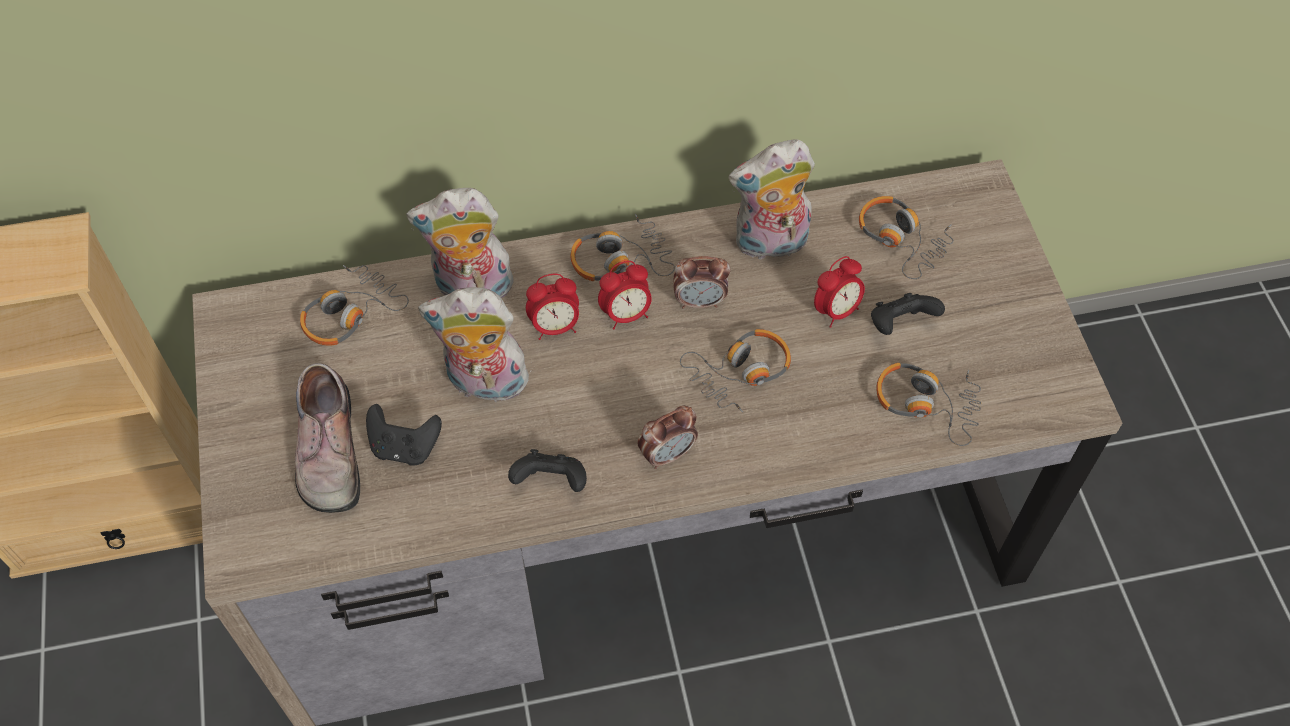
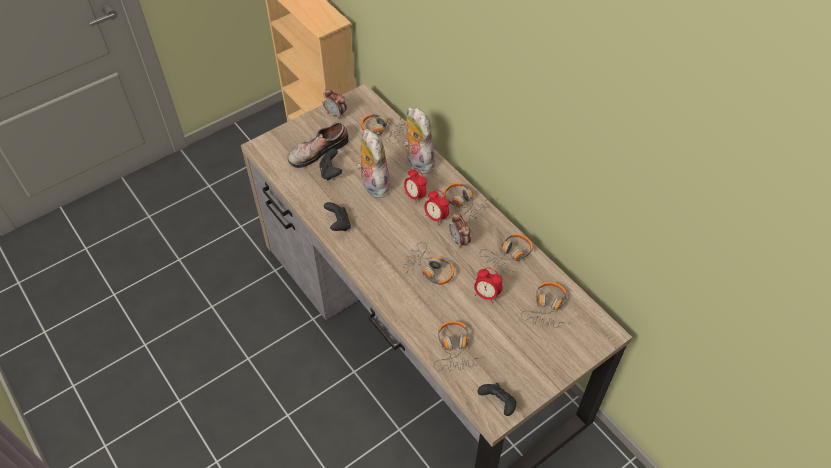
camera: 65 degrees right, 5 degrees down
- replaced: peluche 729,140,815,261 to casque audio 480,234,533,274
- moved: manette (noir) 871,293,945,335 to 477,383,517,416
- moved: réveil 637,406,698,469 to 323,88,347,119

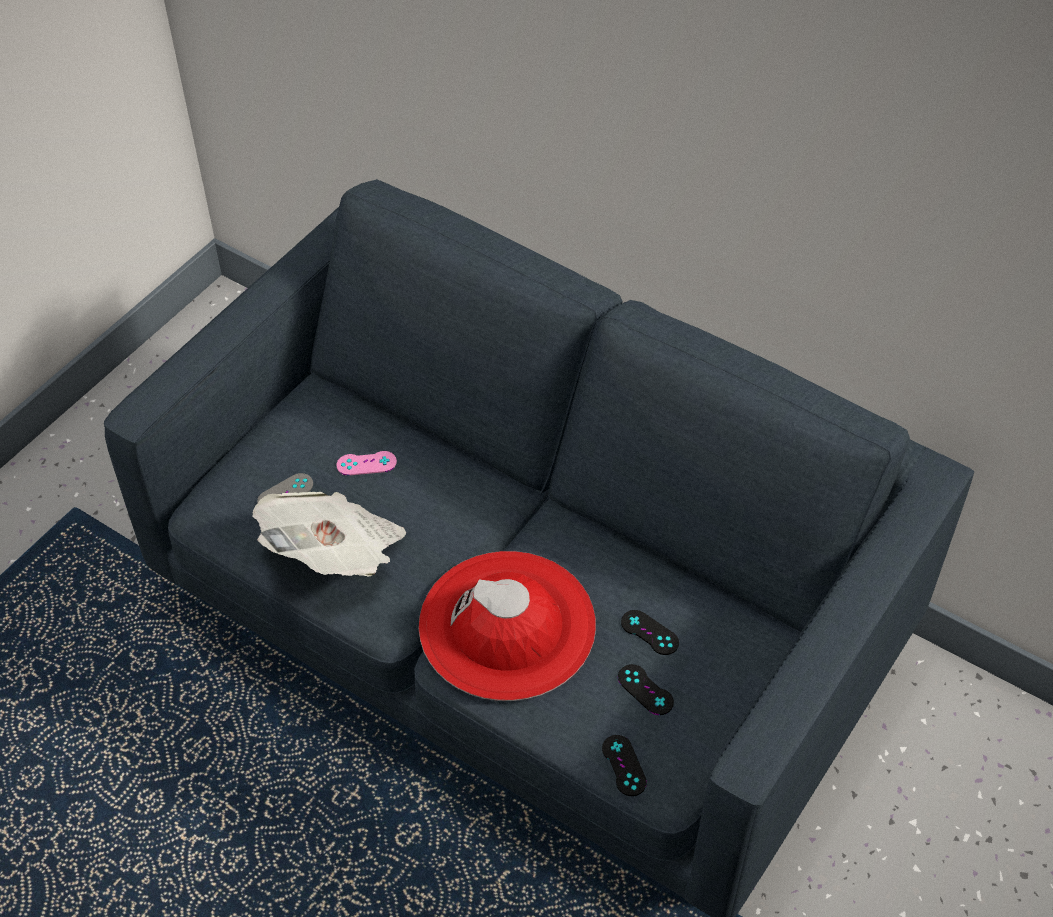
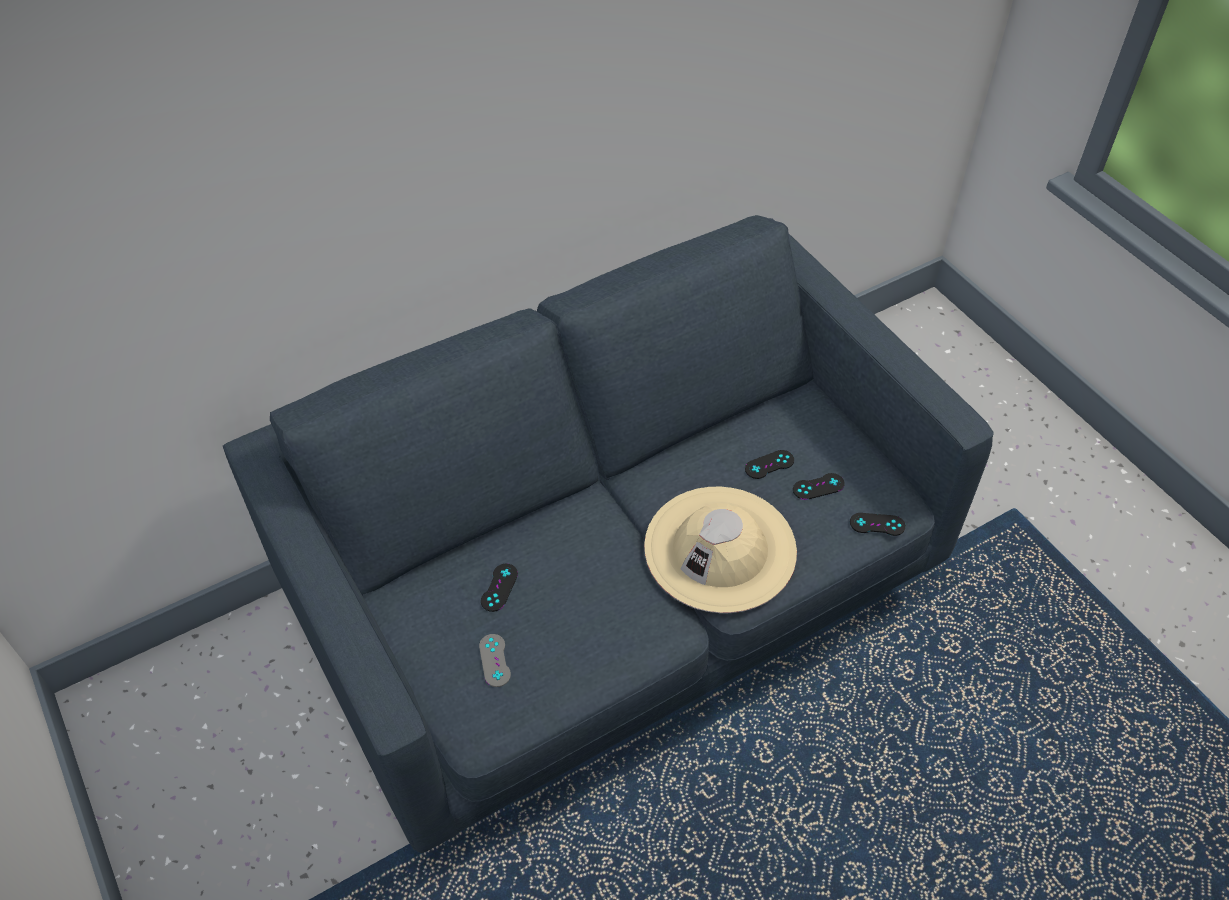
camera: 65 degrees left, 0 degrees up
- recoloured: manette (rose) 336,451,397,476 to manette (noir) 481,564,518,612
- removed: journal 252,492,406,577
- recoloured: chapeau (rouge) 419,551,596,701 to chapeau (beige) 644,487,797,613

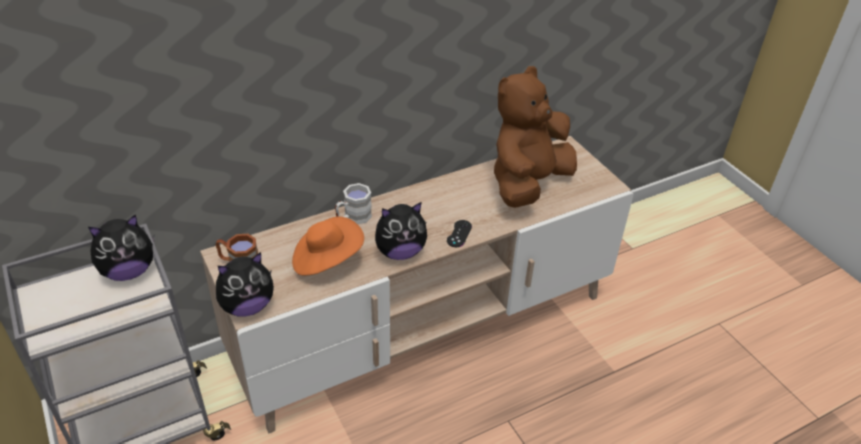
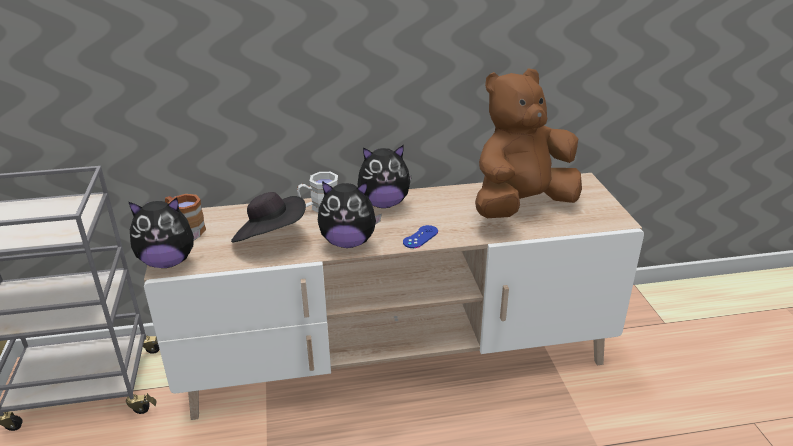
camera: 20 degrees right, 10 degrees down
- moved: peluche 88,214,155,281 to 357,145,412,208
- recoloured: chapeau (orange) 292,216,364,276 to chapeau (noir) 231,192,306,243
- recoloured: manette (noir) 447,220,472,247 to manette (bleu) 403,225,438,248

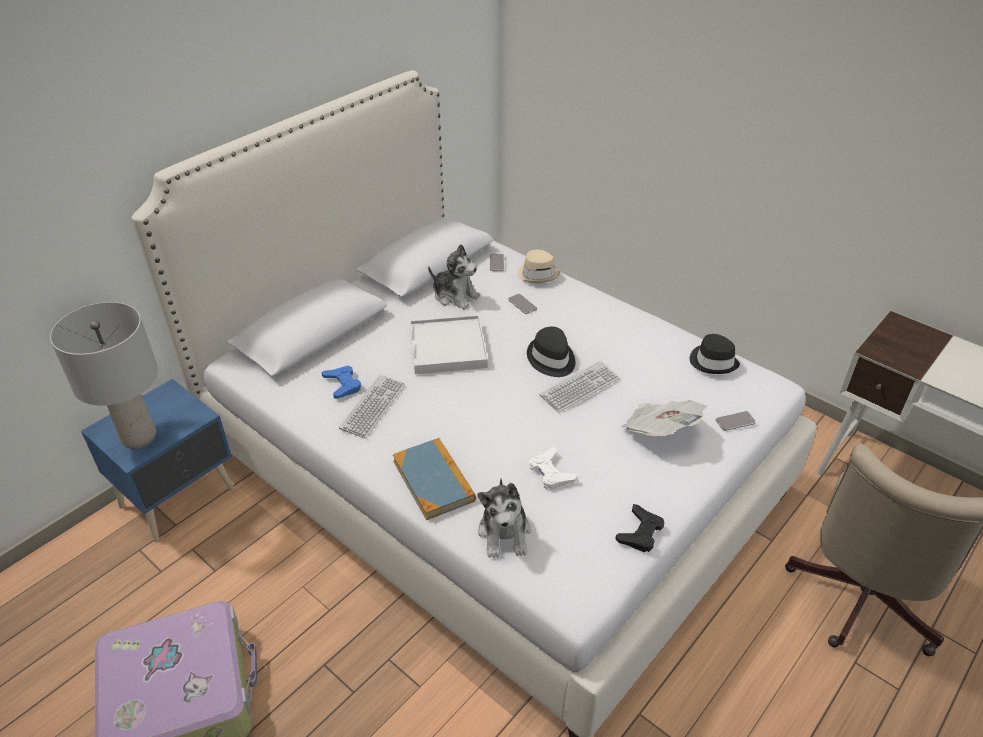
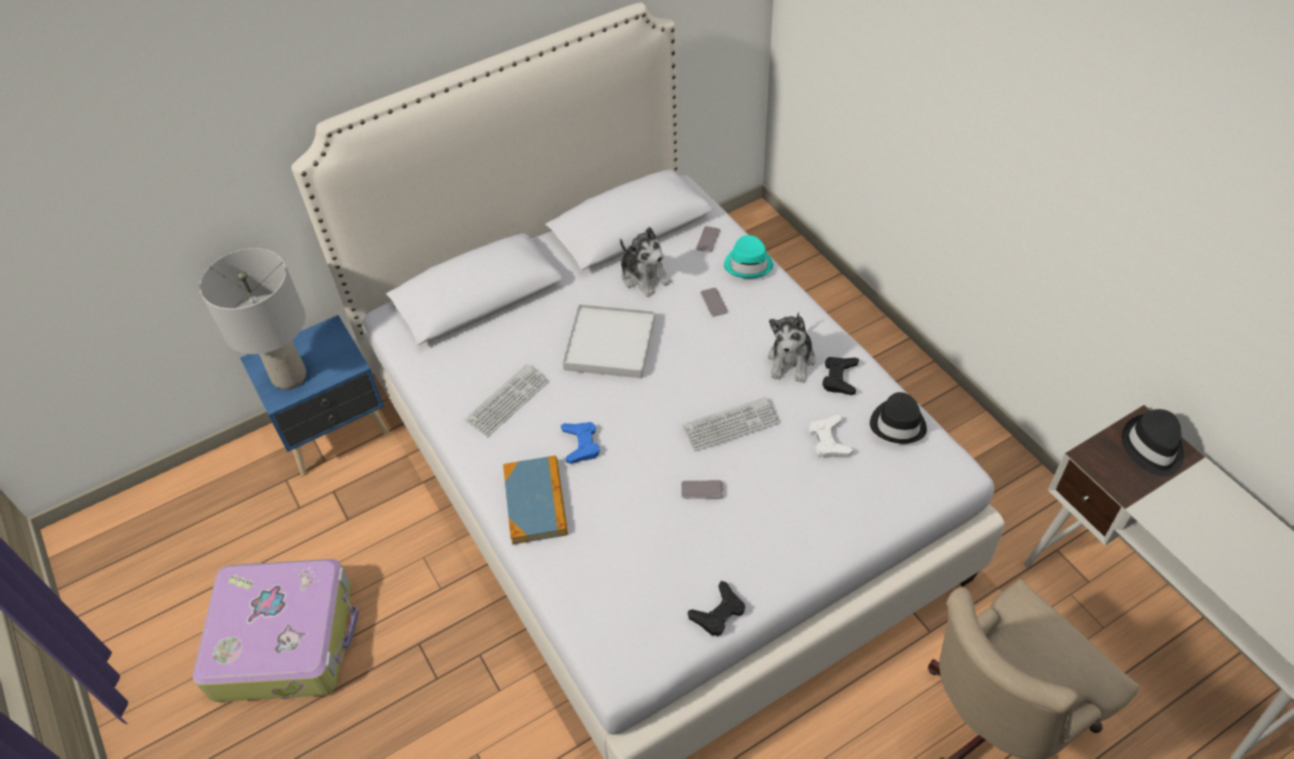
camera: 20 degrees right, 10 degrees up
- recoloured: chapeau (beige) 517,250,560,283 to chapeau (turquoise) 724,235,773,278
- moved: chapeau (noir) 527,327,576,377 to 1122,409,1184,477
- moved: manette (bleu) 321,366,361,399 to 561,422,600,464
- removed: journal 622,401,707,436
- moved: téléphone 716,411,756,431 to 681,480,723,499
- moved: manette (blanc) 530,447,578,490 to 809,415,853,458
- moved: peluche 478,478,531,558 to 768,312,816,383
- added: manette (noir) 822,357,859,395

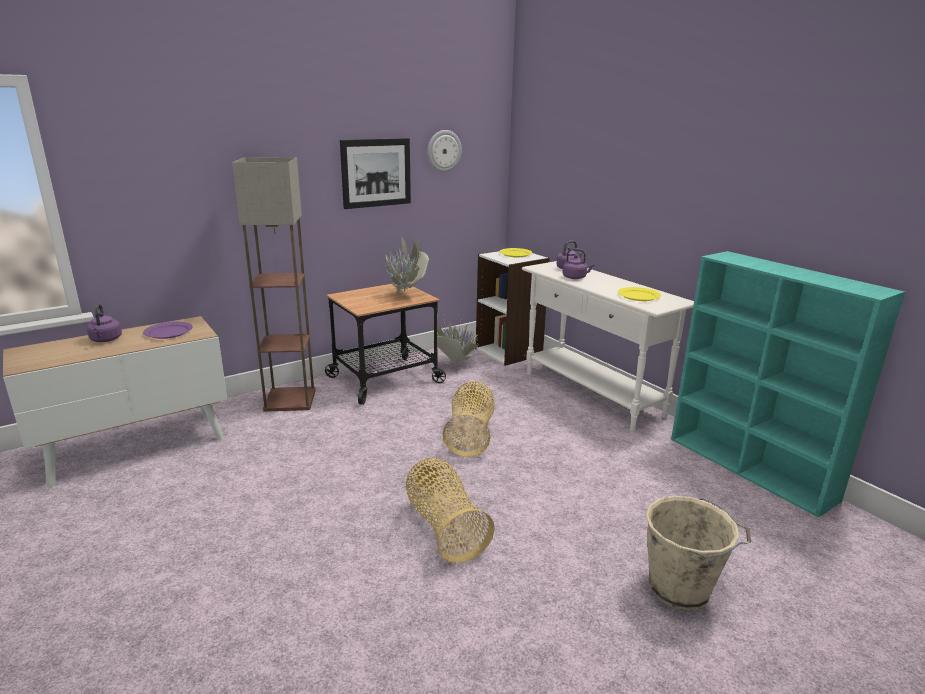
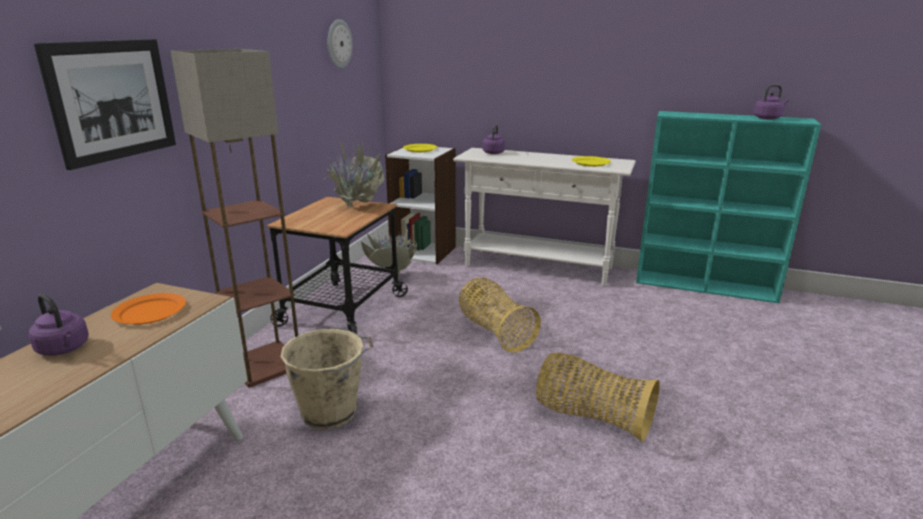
camera: 35 degrees left, 0 degrees up
- moved: tableau 340,138,411,209 to 34,39,176,170
- moved: bouilloire (violet) 562,248,595,279 to 754,84,789,119
- recoloured: assiette (violet) 143,322,193,339 to assiette (orange) 111,293,186,325
- moved: seau (beige) 646,496,751,610 to 280,327,373,430

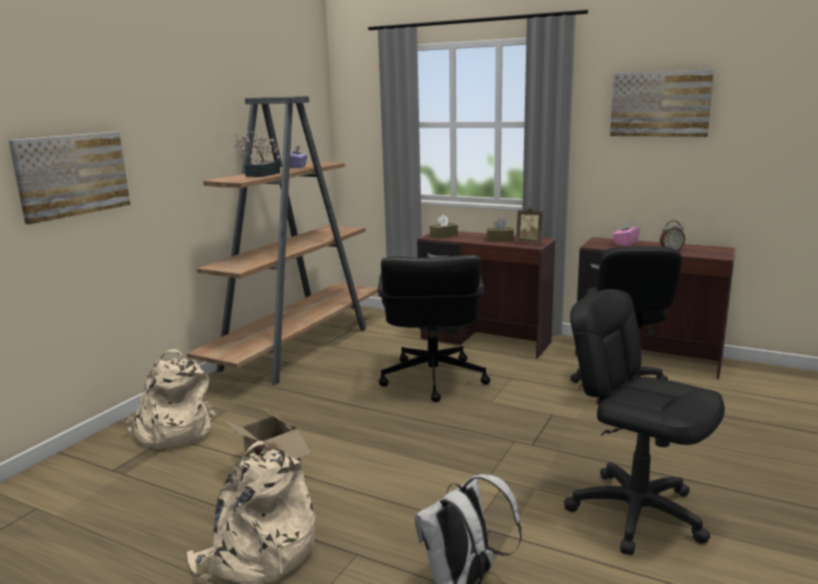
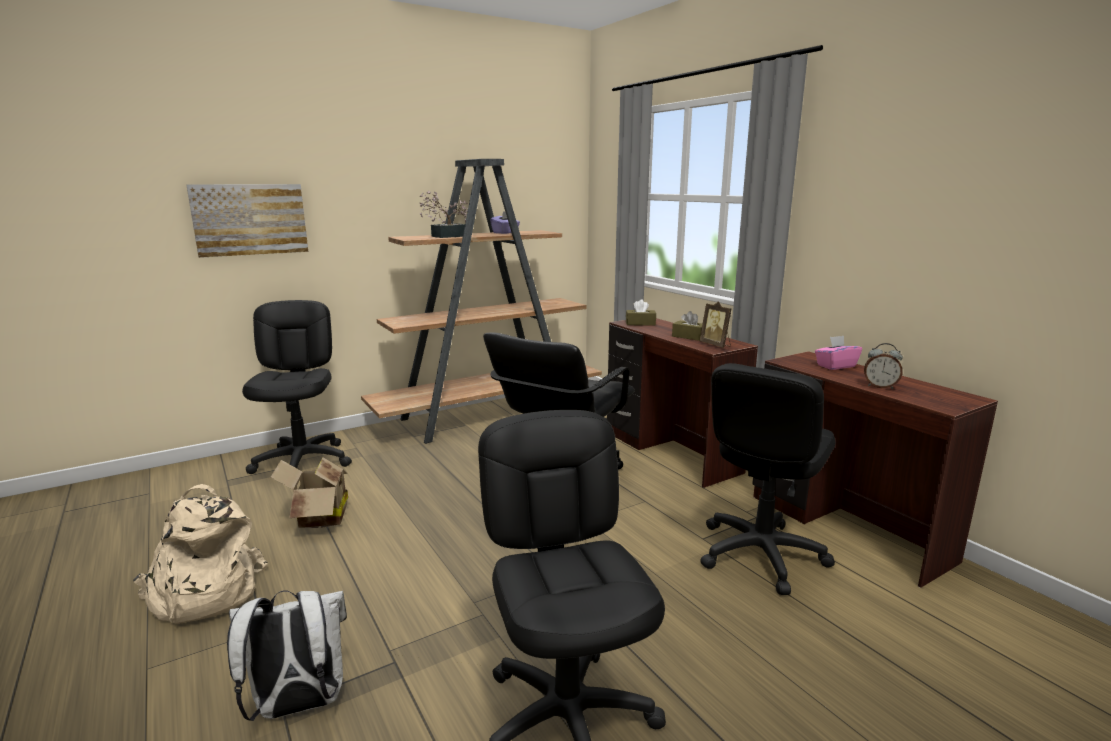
camera: 30 degrees right, 0 degrees up
- removed: tableau 610,70,714,137
- replaced: sac à dos (beige) 125,349,217,449 to chaise de bureau (noir) 242,300,352,474

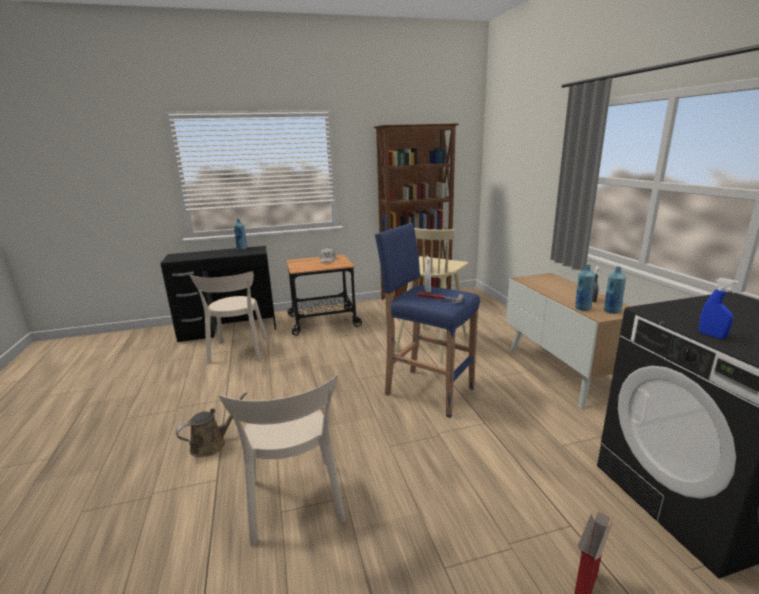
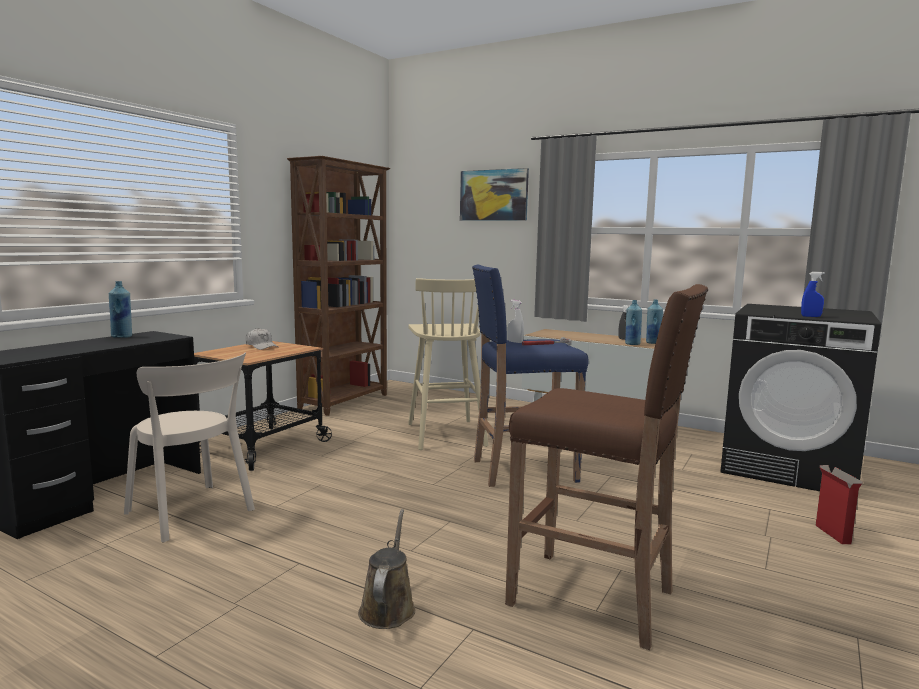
camera: 45 degrees left, 10 degrees down
- replaced: chaise (beige) 219,374,346,546 to tabouret (marron) 505,284,708,650
- added: tableau 460,168,529,221

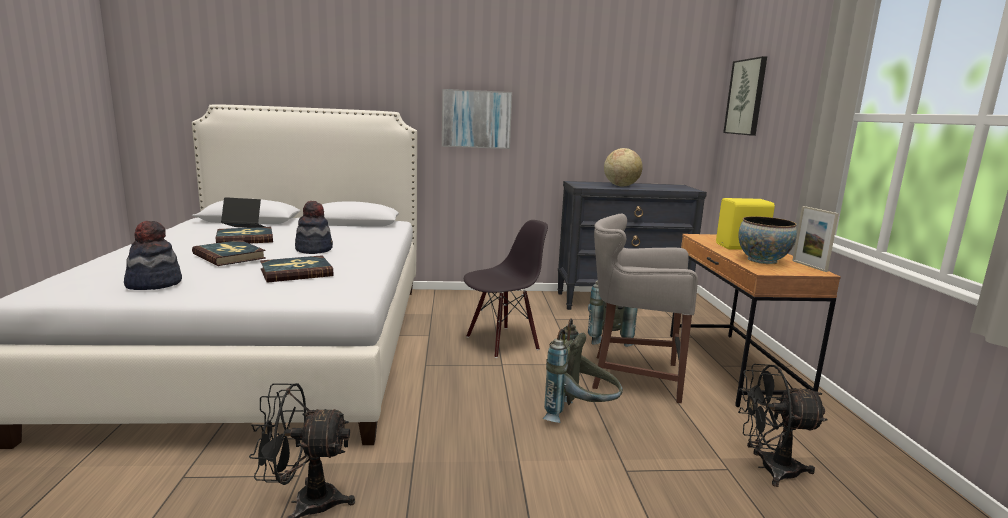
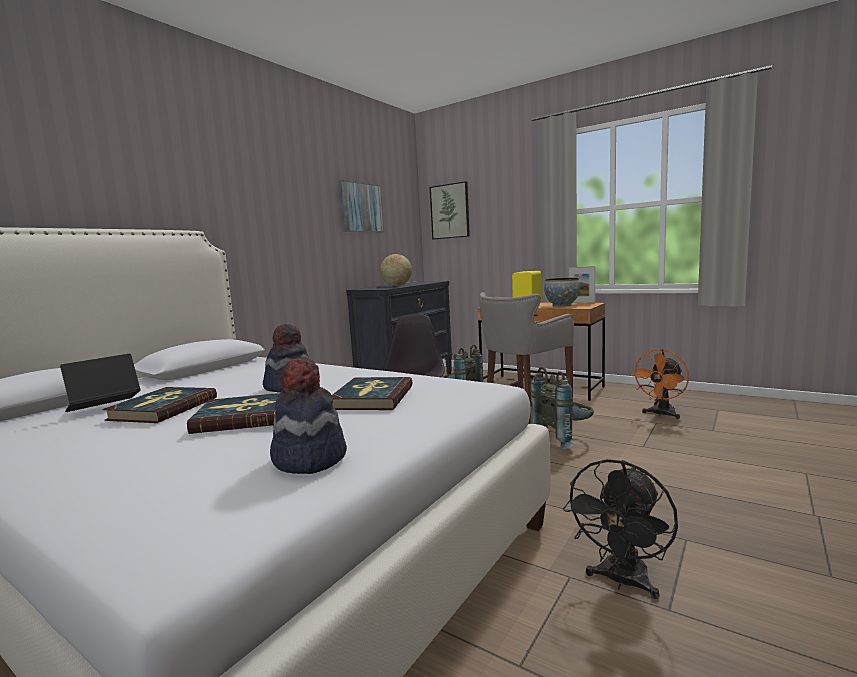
camera: 50 degrees left, 5 degrees down
- moved: tableau 442,89,512,149 to 338,180,384,232
- recoloured: ventilateur (noir) 738,364,828,487 to ventilateur (orange) 631,349,689,419

